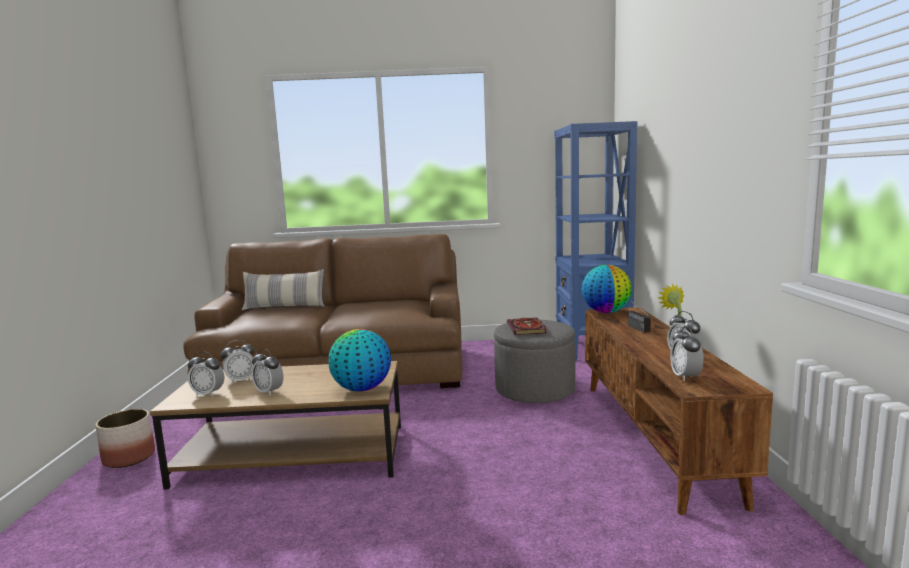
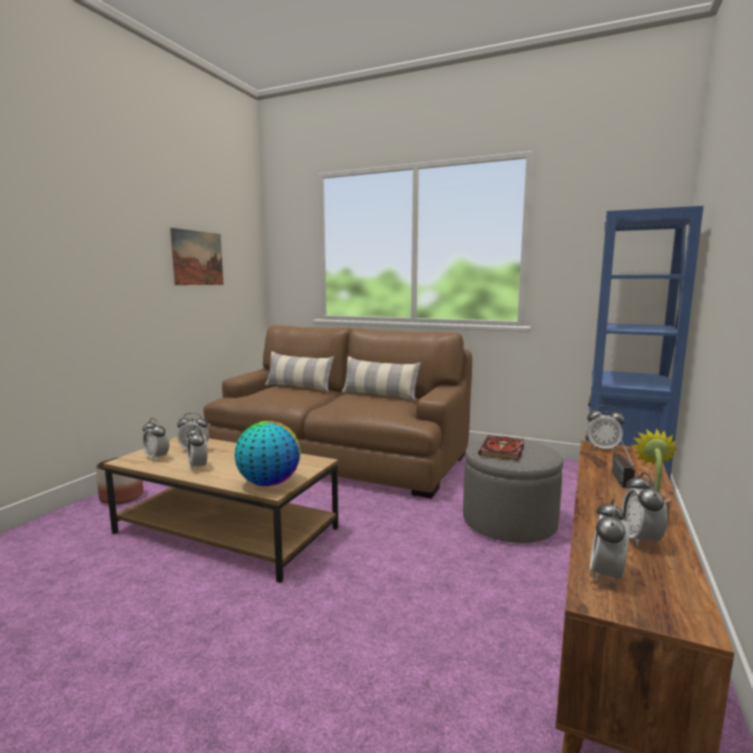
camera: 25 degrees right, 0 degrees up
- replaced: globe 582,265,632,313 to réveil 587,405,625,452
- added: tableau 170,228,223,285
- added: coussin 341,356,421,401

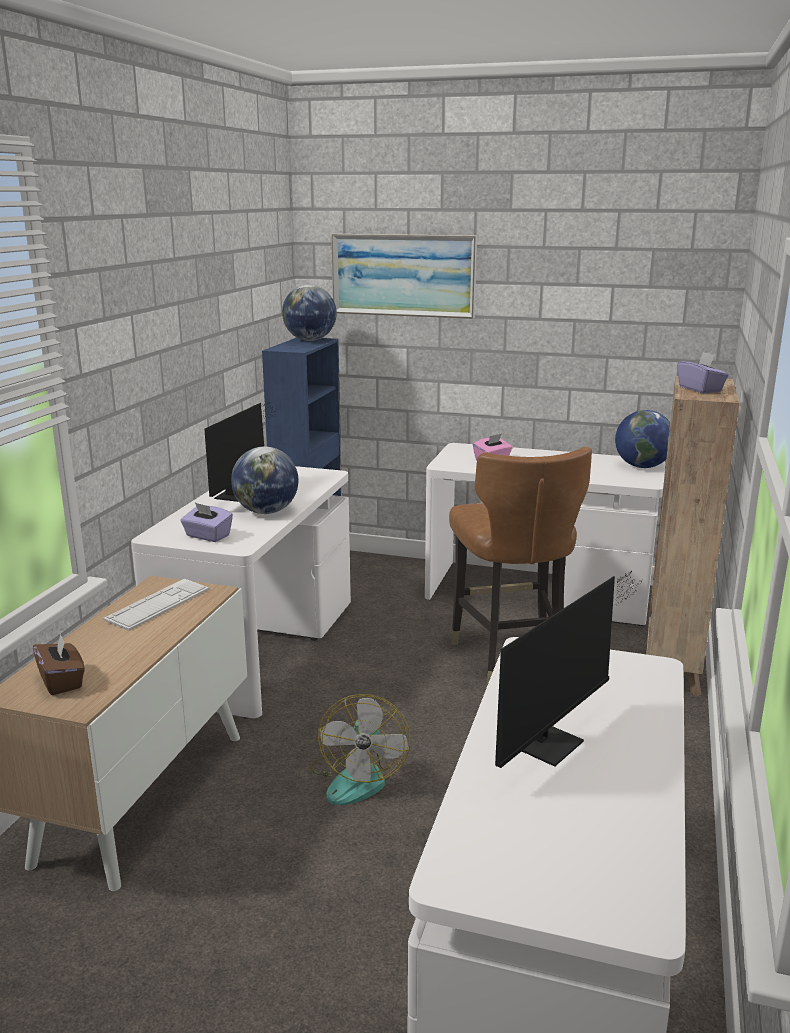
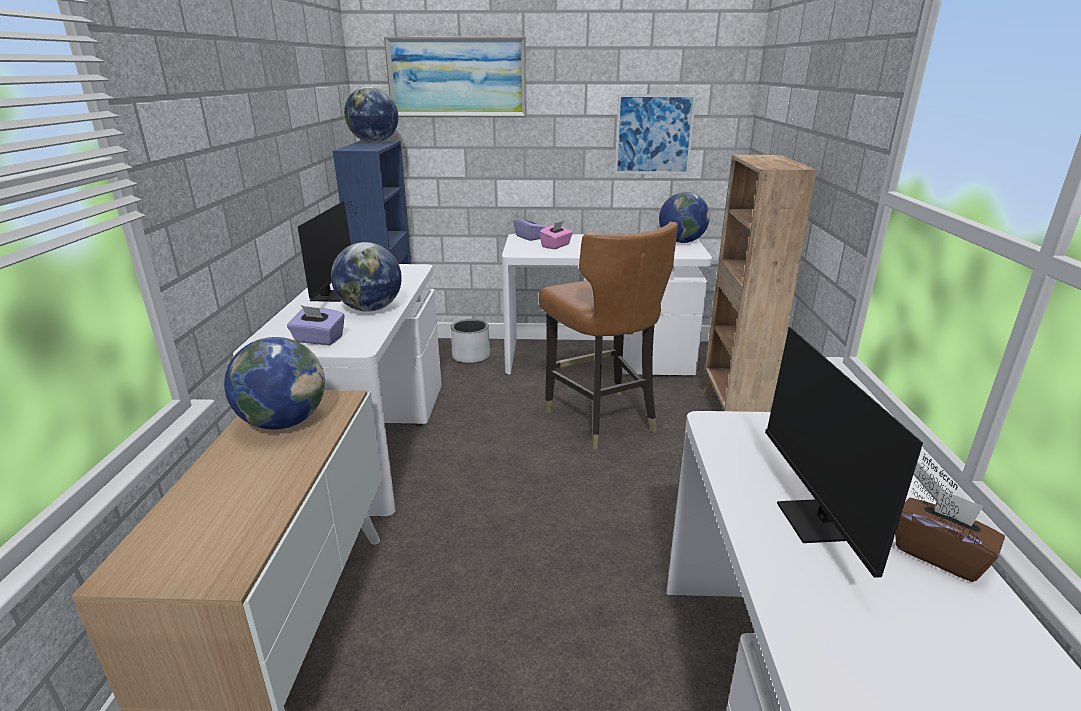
camera: 15 degrees left, 5 degrees up
- moved: boîte à mouchoirs (violet) 677,352,729,393 to 513,213,545,241
- turned: écran d'ordinateur 495,572,643,768 = 765,327,980,578 150 degrees clockwise
- replaced: clavier 103,579,209,631 to globe 224,337,325,430
- moved: boîte à mouchoirs (marron) 33,634,85,695 to 895,488,1005,582
- removed: ventilateur 309,694,411,805
- added: tableau 614,94,696,174
- added: cache-pot (gris) 451,319,490,364

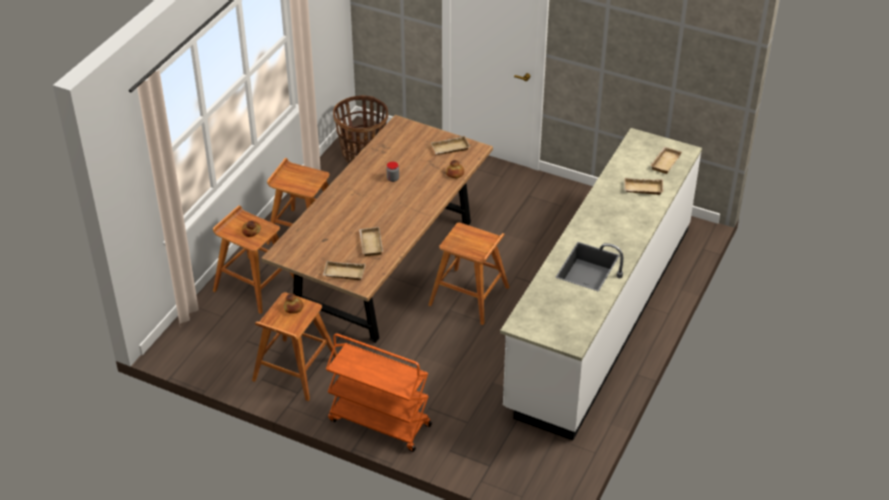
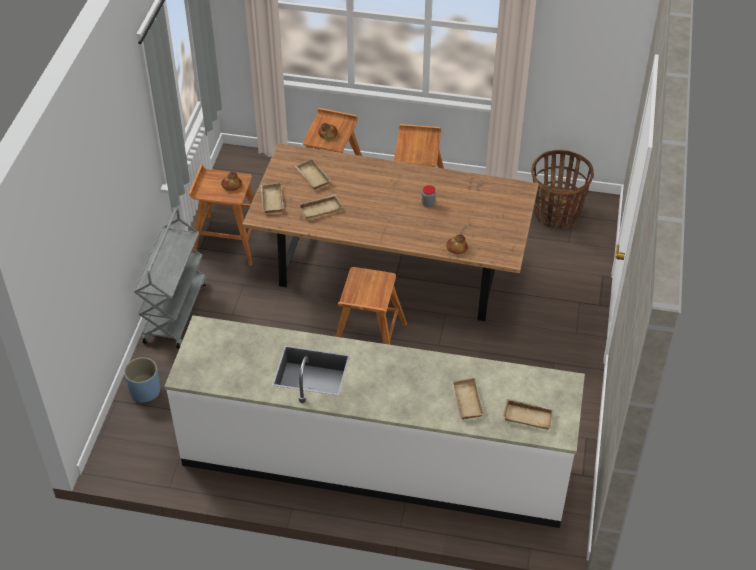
camera: 75 degrees right, 5 degrees up
- moved: plateau (beige) 431,136,470,155 to 295,159,331,189
- recoloured: chariot (orange) 326,333,432,452 to chariot (gris) 134,208,207,349
- added: cache-pot (bleu) 124,357,160,403

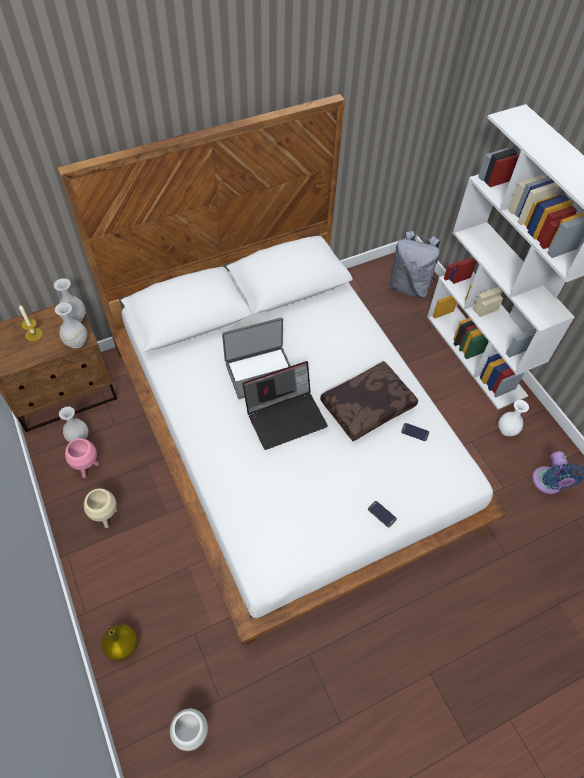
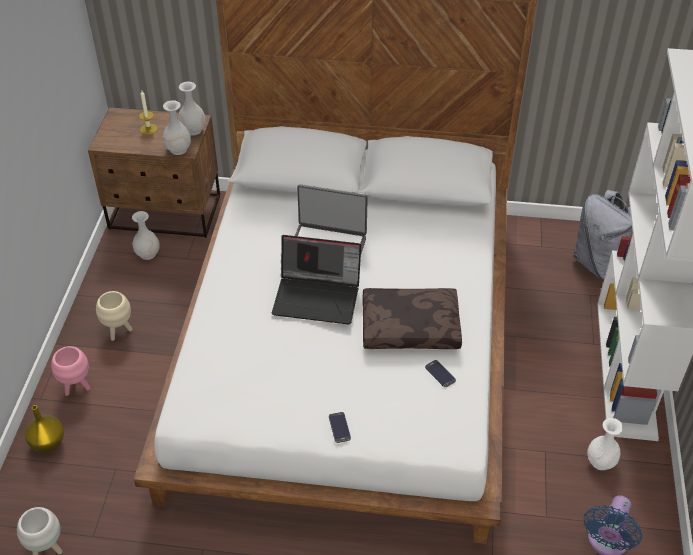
camera: 35 degrees right, 10 degrees down
- moved: cache-pot (rose) 65,438,99,478 to 51,346,90,396

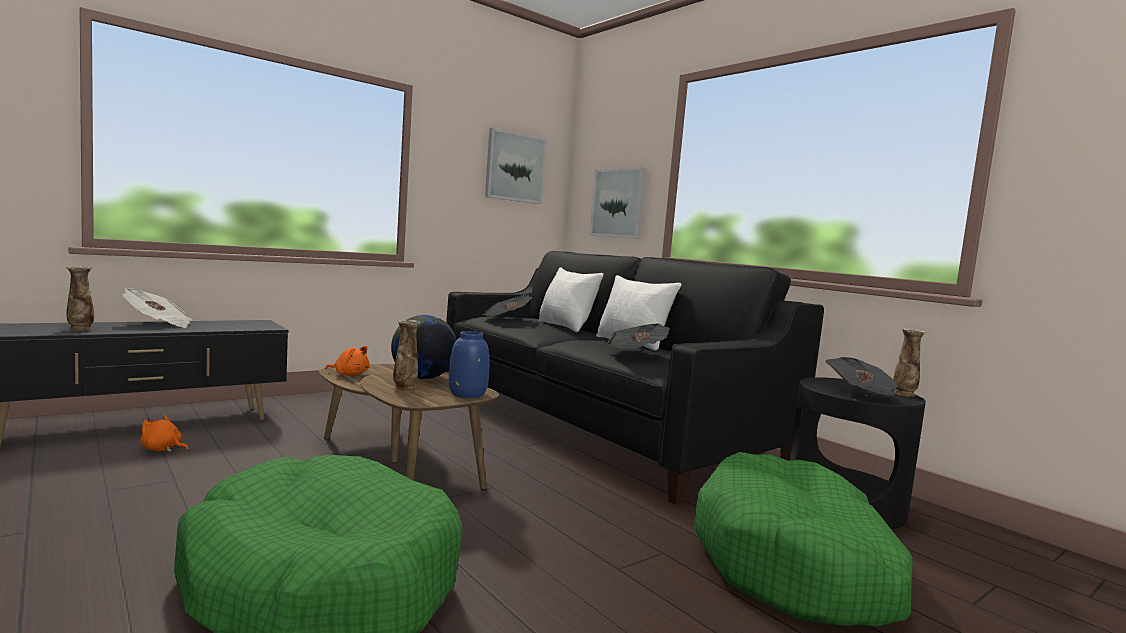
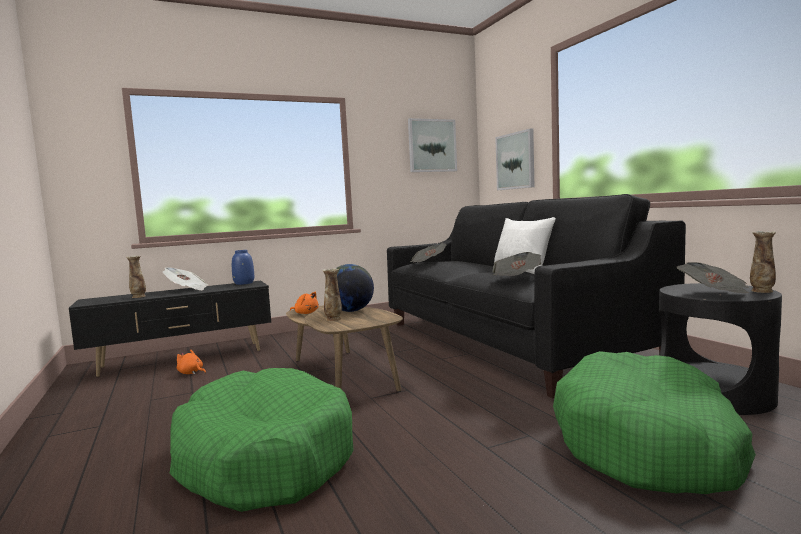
camera: 15 degrees right, 0 degrees up
- removed: coussin (blanc) 539,267,604,332
- moved: vase (bleu) 449,331,489,398 to 232,250,254,285

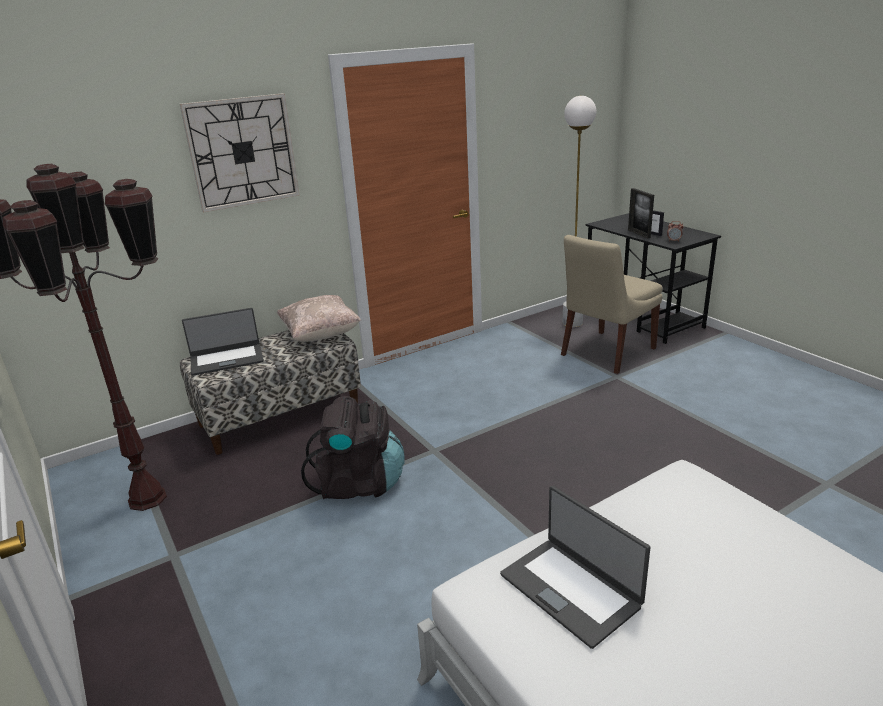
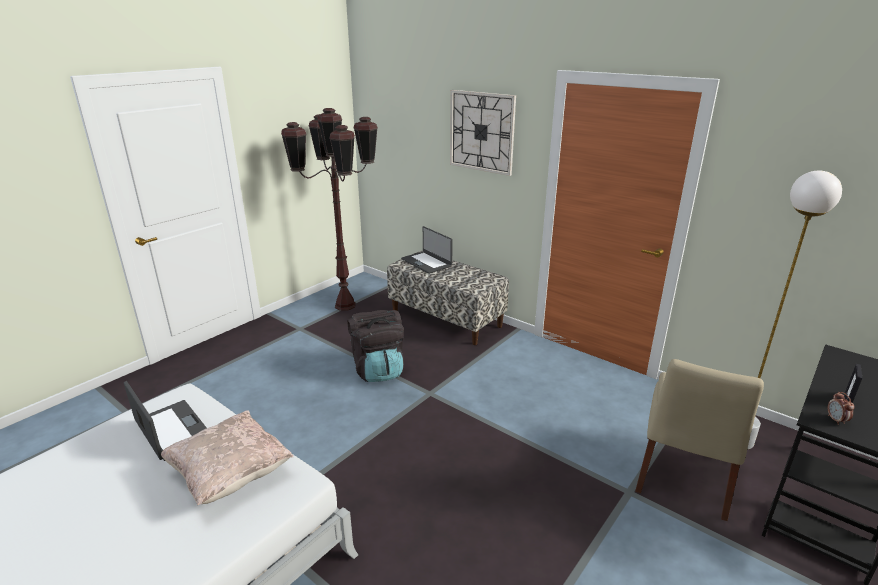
camera: 70 degrees right, 0 degrees up
- removed: cadre photo 628,188,654,239
- turned: chaise (beige) 561,235,663,374 = 635,359,764,521 90 degrees counterclockwise
- moved: coussin (beige) 277,295,361,342 to 161,410,293,505
- turned: ordinateur portable 500,486,650,649 = 124,381,207,461 105 degrees clockwise

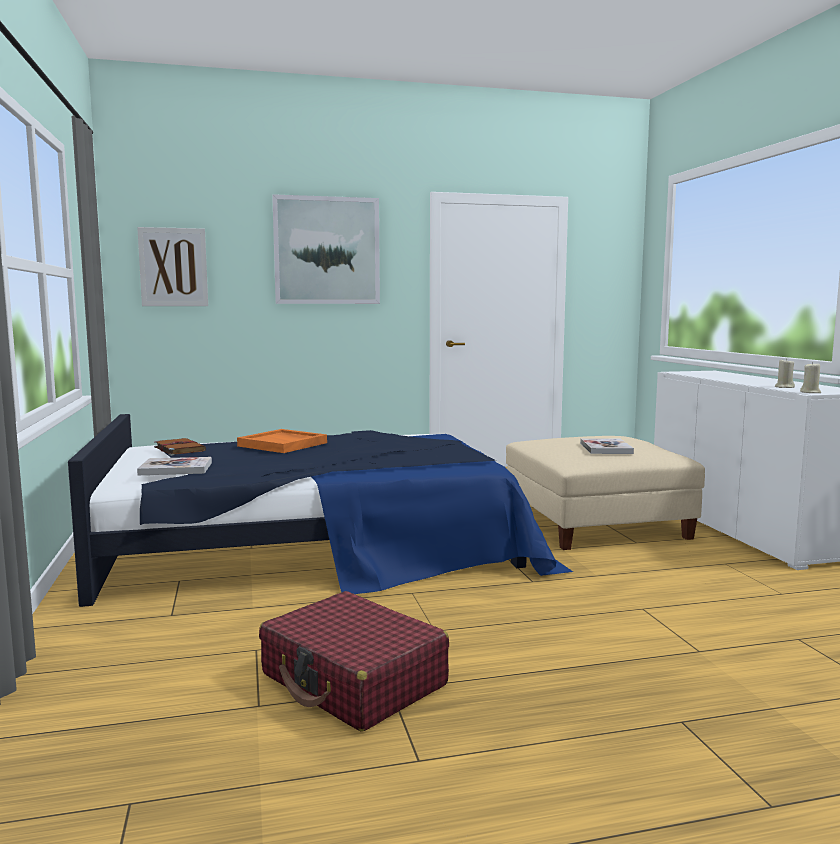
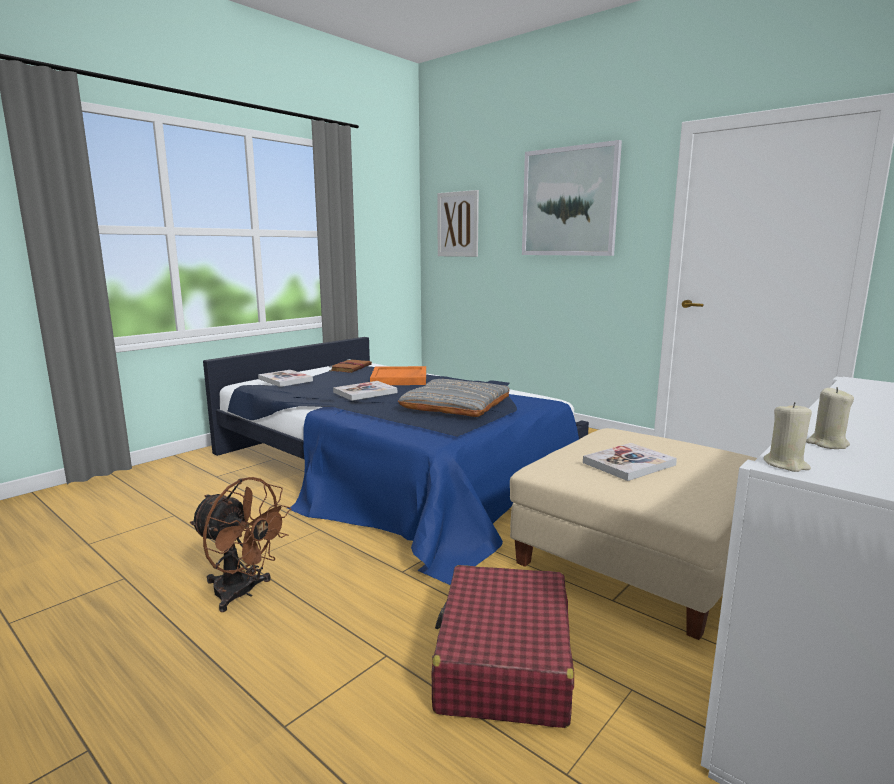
camera: 55 degrees right, 5 degrees up
- moved: valise (rouge) 259,591,449,732 to 431,565,574,728
- added: coussin (gris) 398,379,510,417
- added: livre 333,381,397,401
- added: ventilateur (marron) 190,477,291,612

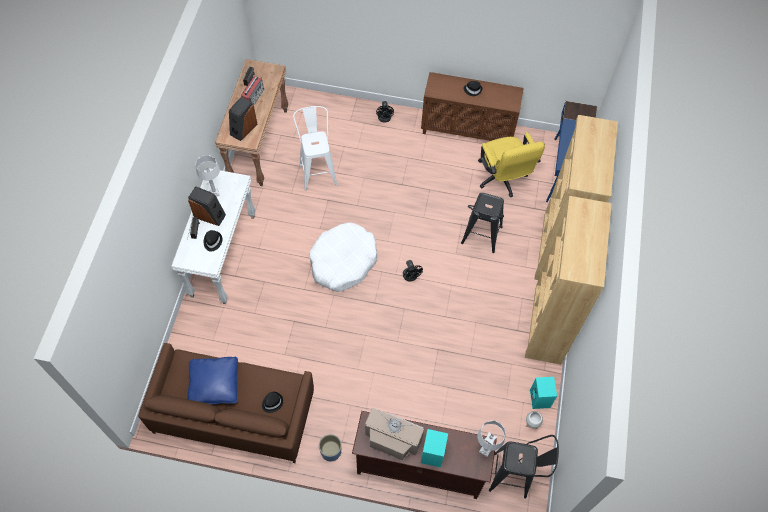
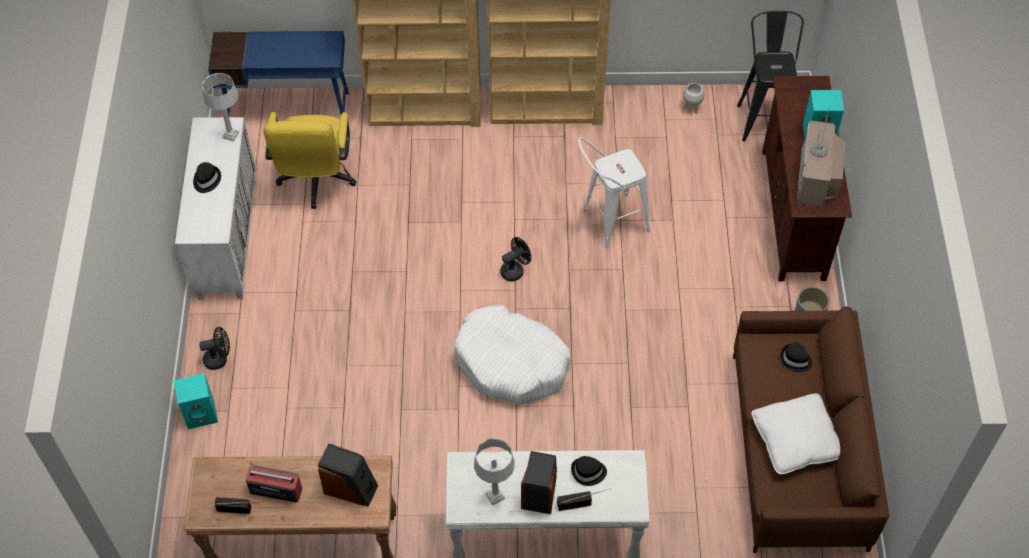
camera: 100 degrees left, 5 degrees down
- recoloured: meuble de rangement (marron) 421,72,524,141 to meuble de rangement (blanc) 175,117,256,300
- moved: tabouret (blanc) 293,106,337,191 to 578,137,650,248
- turned: chaise de bureau (jaune) 478,132,545,197 = 264,112,356,209 120 degrees clockwise
- removed: tabouret (noir) 461,193,504,253
- recoloured: coussin (bleu) 187,357,238,404 to coussin (blanc) 751,393,840,474
- moved: enceinte (turquoise) 530,377,557,409 to 174,373,218,430
- moved: lampe de table (gris) 477,421,506,457 to 202,73,239,142

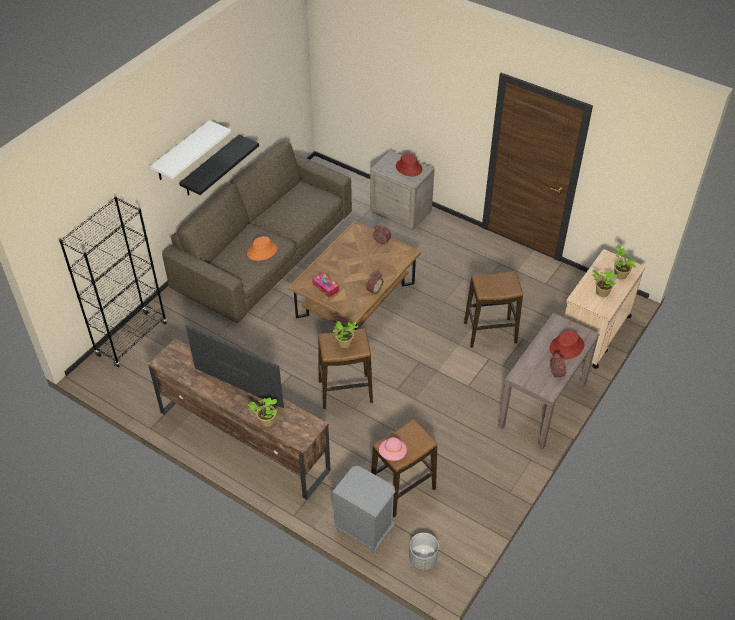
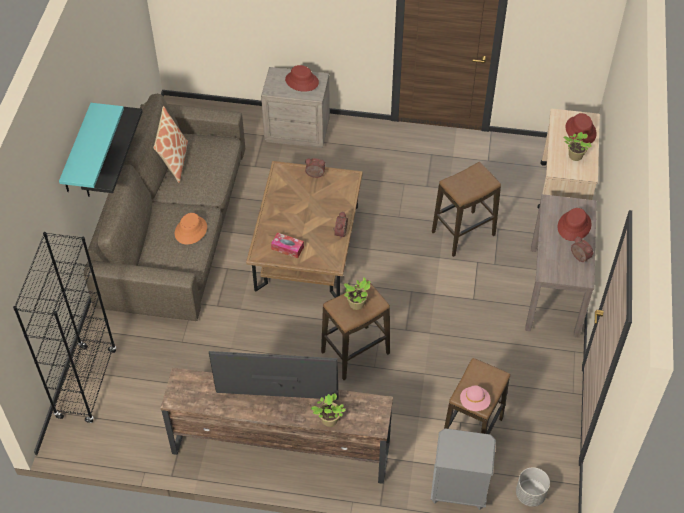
camera: 25 degrees left, 5 degrees up
- recoloured: étagère (blanc) 150,120,231,180 to étagère (turquoise) 59,103,124,192
- replaced: plante en pot 614,245,636,280 to chapeau (rouge) 566,113,597,143
- added: coussin 153,106,188,183

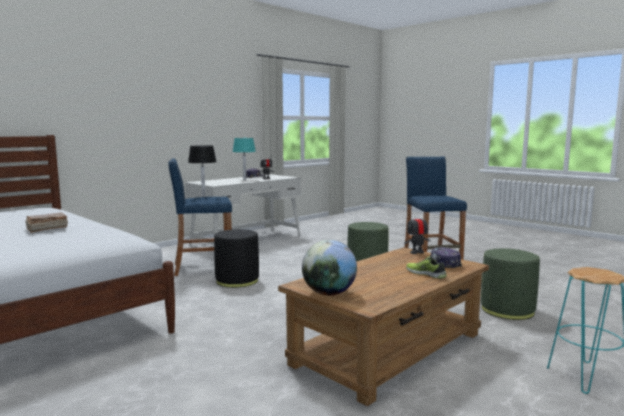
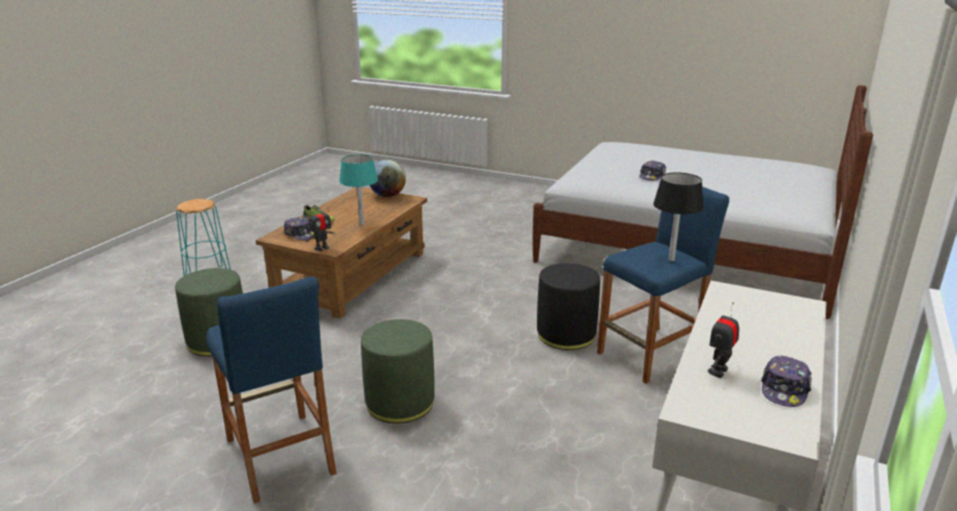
camera: 160 degrees right, 15 degrees up
- moved: lampe de table (turquoise) 232,138,256,180 to 339,154,378,225
- replaced: livre (marron) 25,213,68,233 to casquette 639,160,666,181

